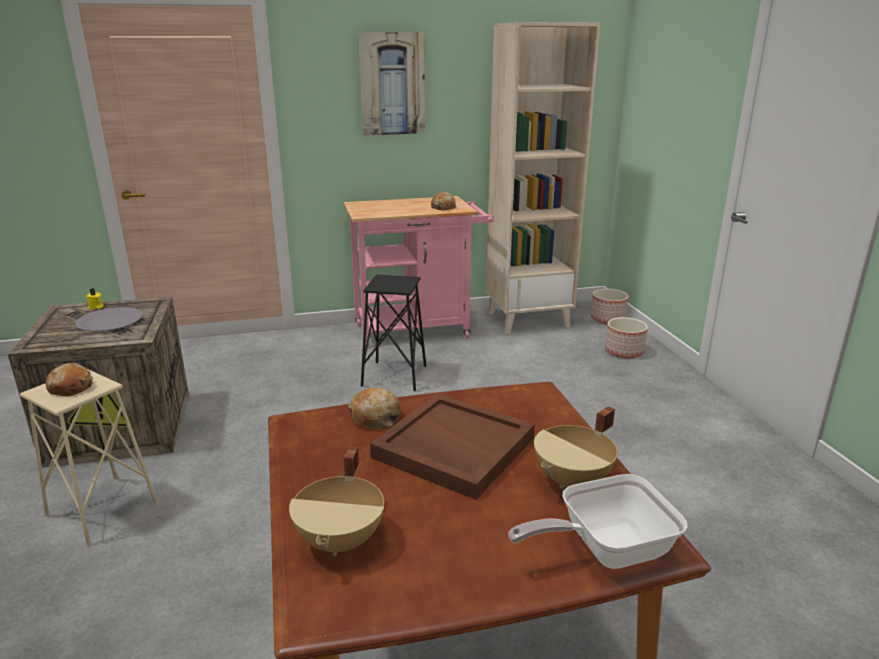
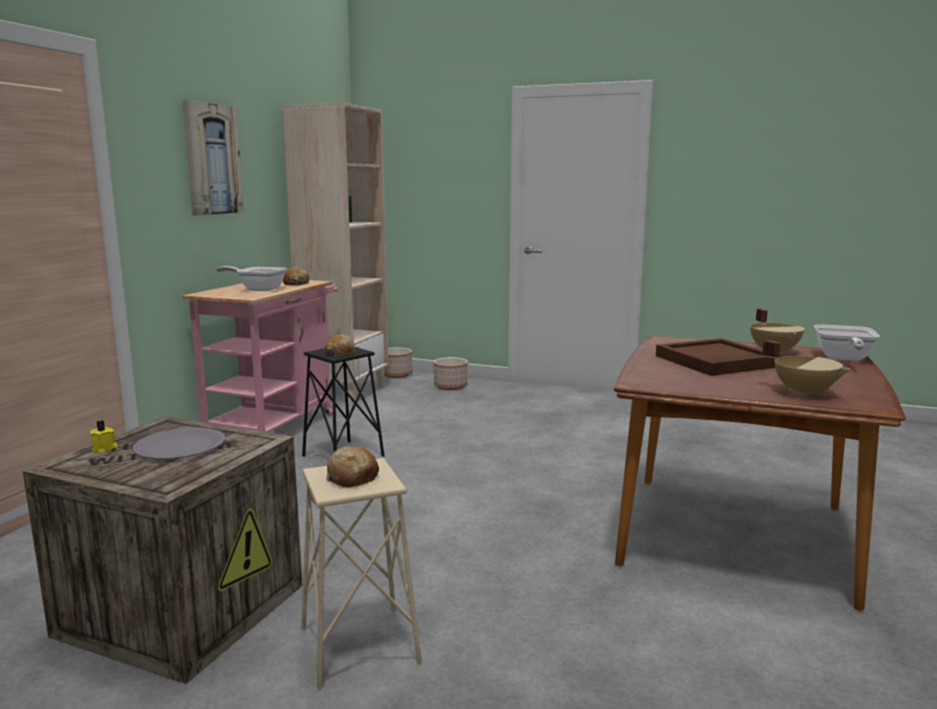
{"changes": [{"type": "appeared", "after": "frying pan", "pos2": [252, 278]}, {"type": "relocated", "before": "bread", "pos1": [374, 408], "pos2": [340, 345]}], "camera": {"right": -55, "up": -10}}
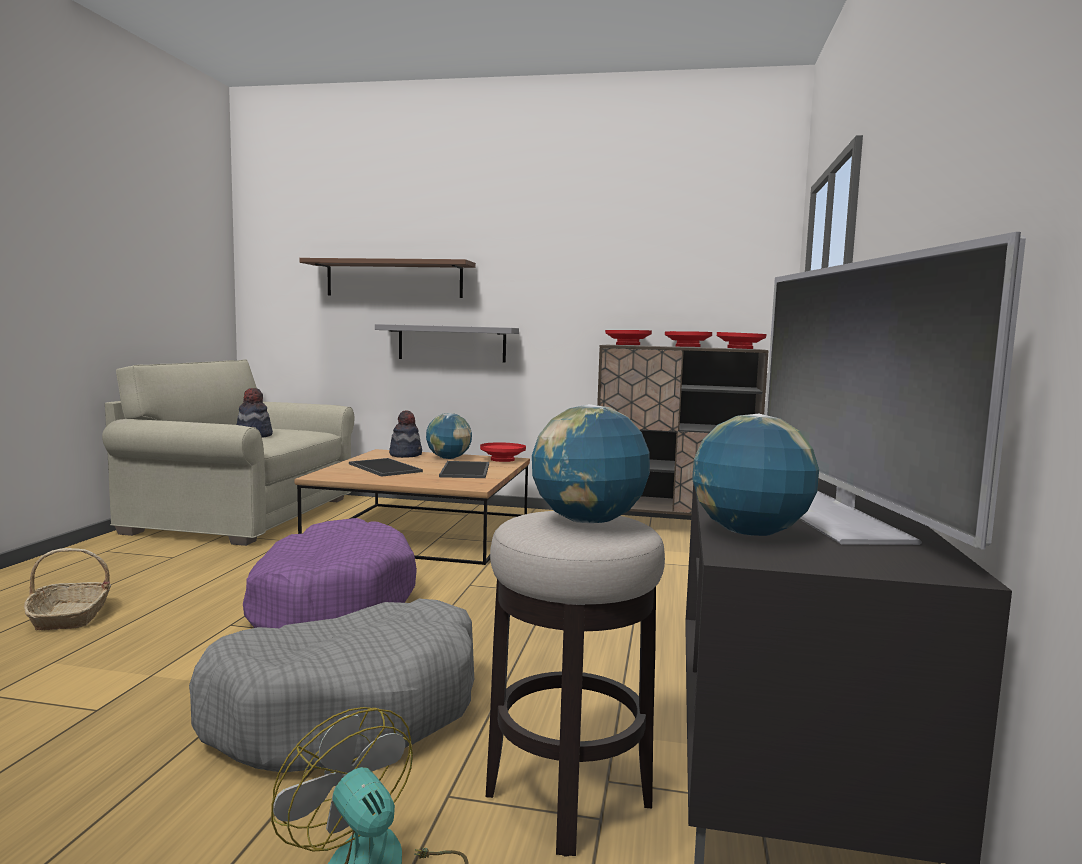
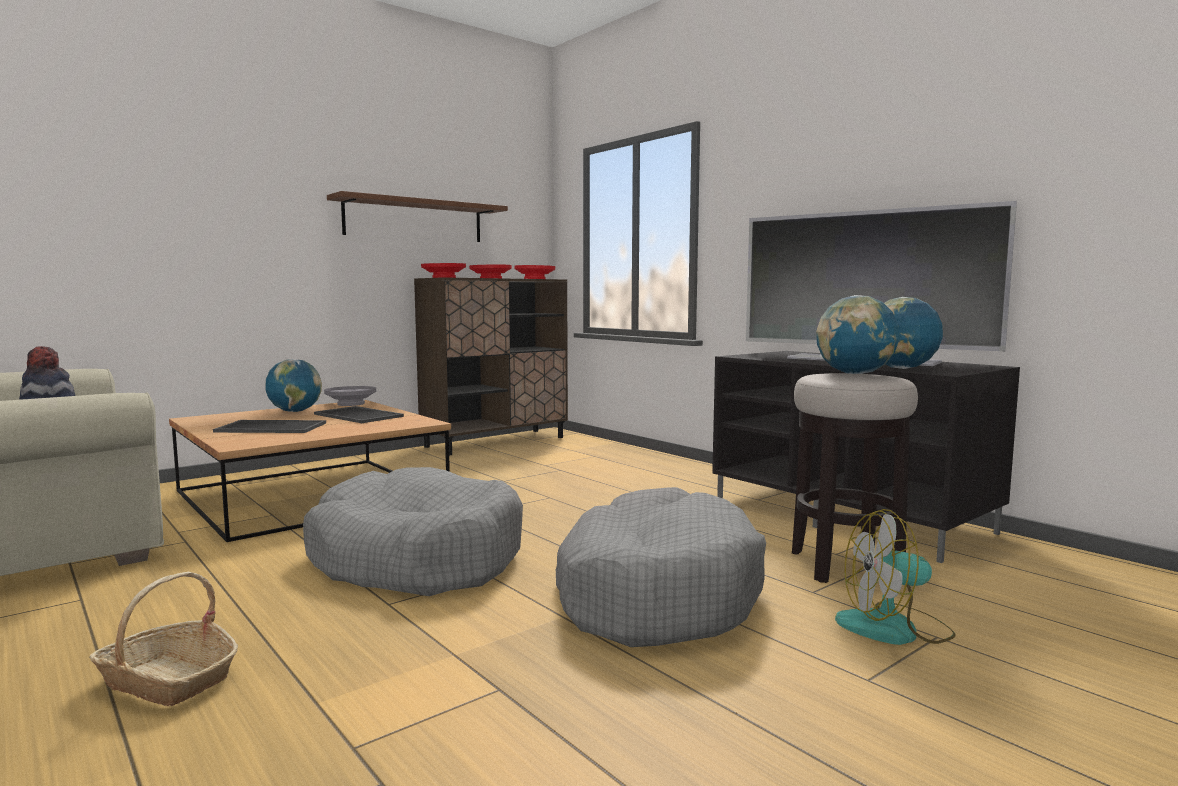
{"changes": [{"type": "missing", "before": "shelf (grey)", "pos1": [447, 343]}, {"type": "missing", "before": "hat", "pos1": [405, 434]}, {"type": "relocated", "before": "shelf (brown)", "pos1": [387, 278], "pos2": [417, 216]}, {"type": "colour", "before": "dog bed (purple)", "after": "dog bed (grey)", "pos1": [330, 573], "pos2": [413, 531]}, {"type": "colour", "before": "bowl (red)", "after": "bowl (grey)", "pos1": [503, 452], "pos2": [350, 396]}], "camera": {"right": -50, "up": 0}}
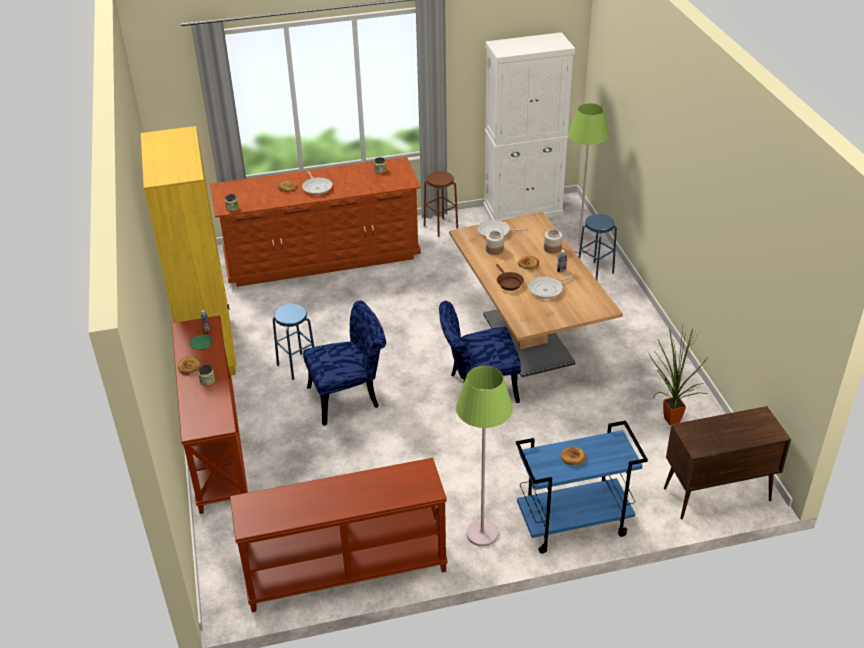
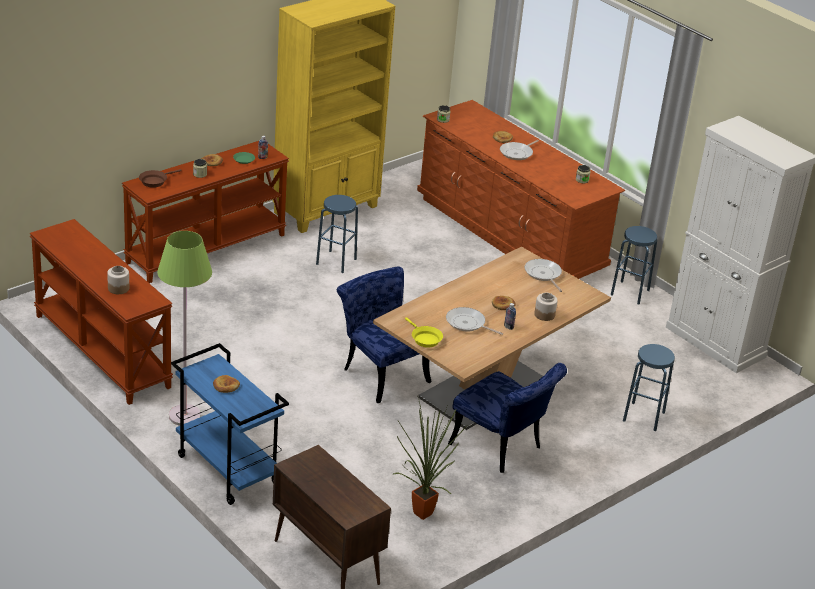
{"changes": [{"type": "missing", "before": "floor lamp (green)", "pos1": [588, 178]}, {"type": "appeared", "after": "frying pan (yellow)", "pos2": [424, 332]}, {"type": "relocated", "before": "chair (blue)", "pos1": [344, 363], "pos2": [507, 418]}, {"type": "relocated", "before": "jar", "pos1": [495, 243], "pos2": [118, 280]}, {"type": "relocated", "before": "frying pan (brown)", "pos1": [510, 277], "pos2": [160, 178]}, {"type": "colour", "before": "stool (brown)", "after": "stool (blue)", "pos1": [441, 204], "pos2": [634, 265]}], "camera": {"right": 60, "up": -5}}
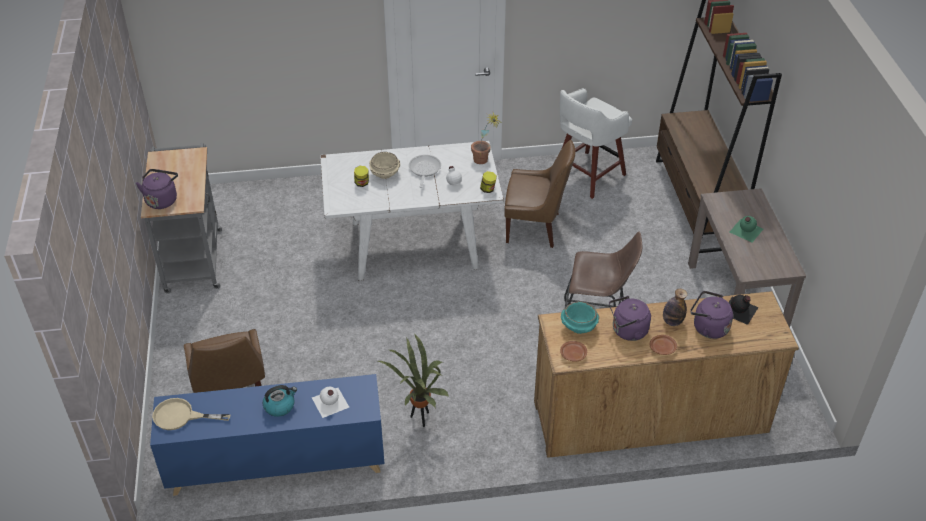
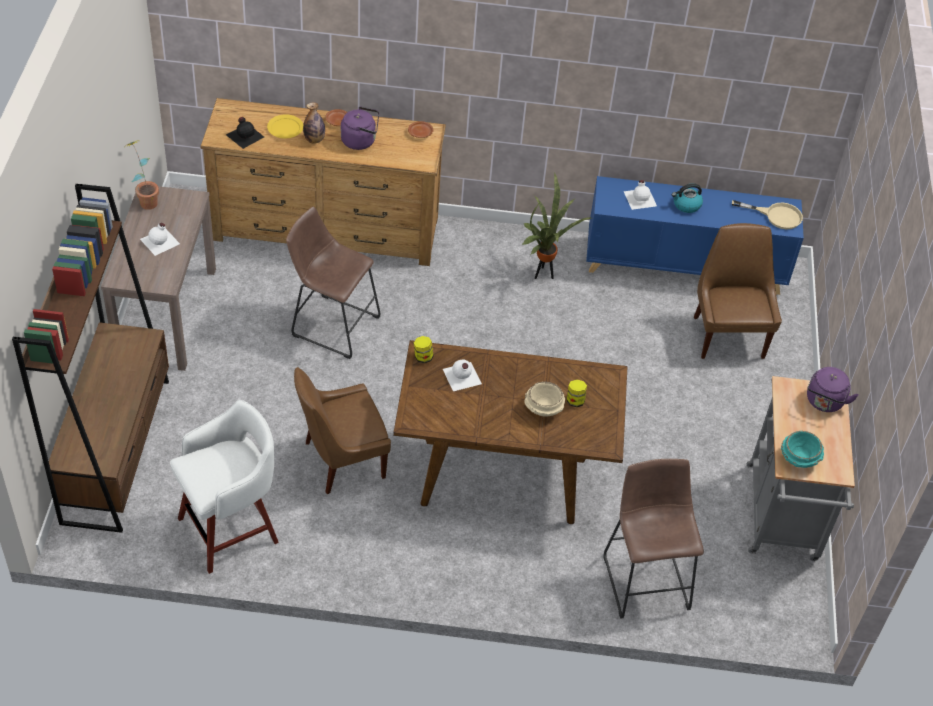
{"changes": [{"type": "missing", "before": "frying pan", "pos1": [425, 171]}, {"type": "appeared", "after": "stool (brown)", "pos2": [653, 539]}, {"type": "relocated", "before": "potted plant", "pos1": [486, 138], "pos2": [142, 175]}, {"type": "relocated", "before": "bowl (turquoise)", "pos1": [580, 317], "pos2": [802, 449]}, {"type": "exchanged", "before": "kettle (purple)", "after": "plate (yellow)", "pos1": [711, 315], "pos2": [285, 126]}, {"type": "colour", "before": "dining table (white)", "after": "dining table (brown)", "pos1": [412, 211], "pos2": [510, 432]}, {"type": "colour", "before": "bottle (green)", "after": "bottle (white)", "pos1": [746, 229], "pos2": [160, 239]}, {"type": "spun", "before": "chair (brown)", "pos1": [539, 194], "pos2": [342, 430], "turn": -45}], "camera": {"right": -170, "up": 5}}
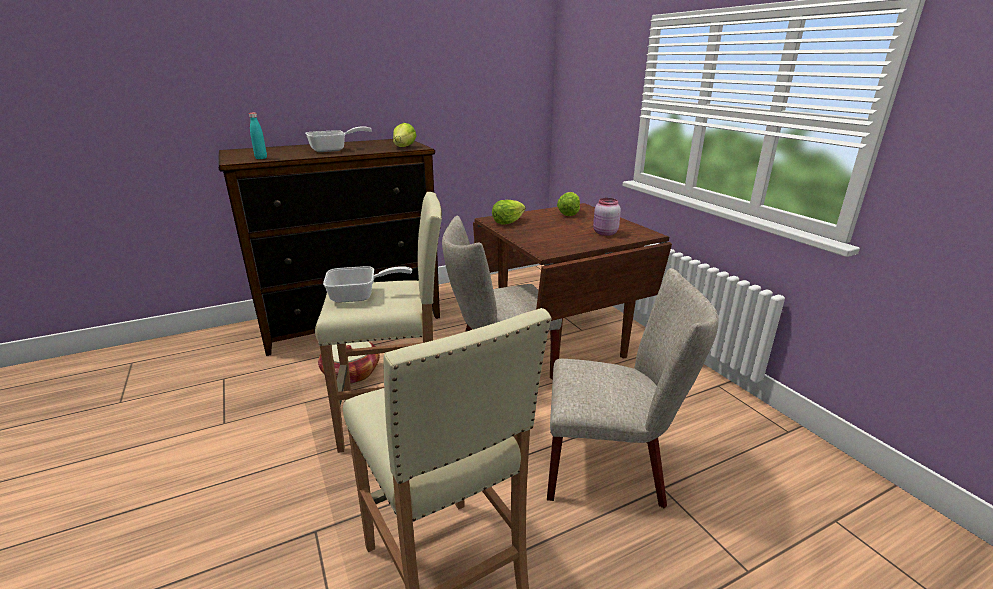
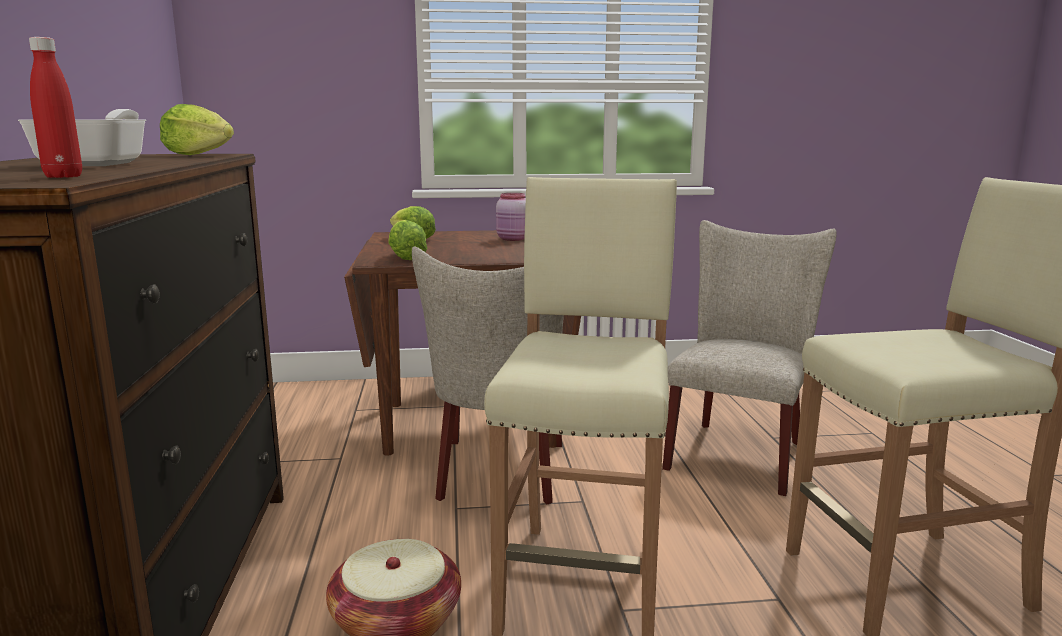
{"changes": [{"type": "missing", "before": "frying pan", "pos1": [367, 284]}, {"type": "colour", "before": "bottle (turquoise)", "after": "bottle (red)", "pos1": [258, 136], "pos2": [55, 107]}], "camera": {"right": -70, "up": -10}}
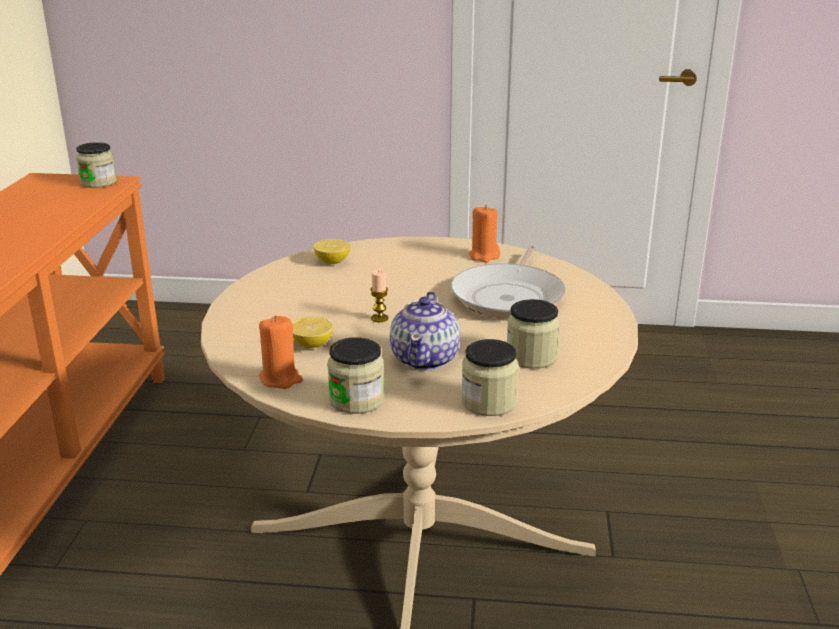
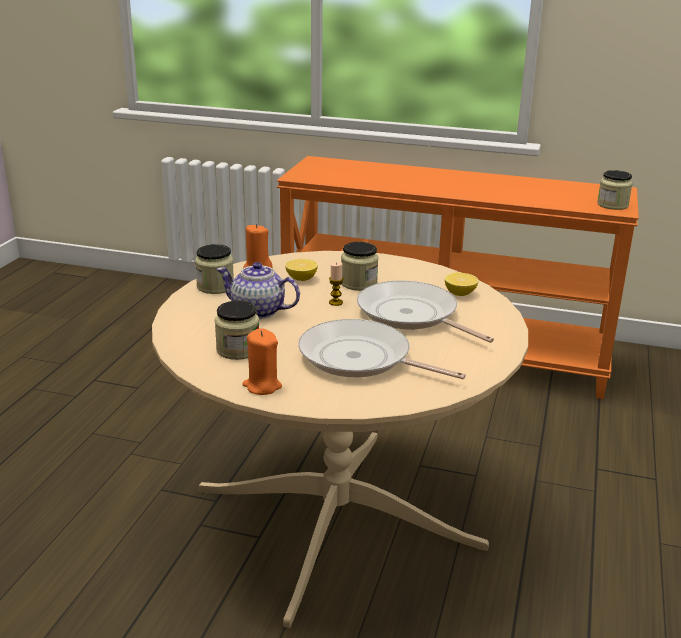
{"changes": [{"type": "appeared", "after": "frying pan", "pos2": [425, 311]}, {"type": "relocated", "before": "jar", "pos1": [490, 377], "pos2": [359, 266]}, {"type": "relocated", "before": "candle (orange)", "pos1": [484, 234], "pos2": [262, 361]}], "camera": {"right": 100, "up": 0}}
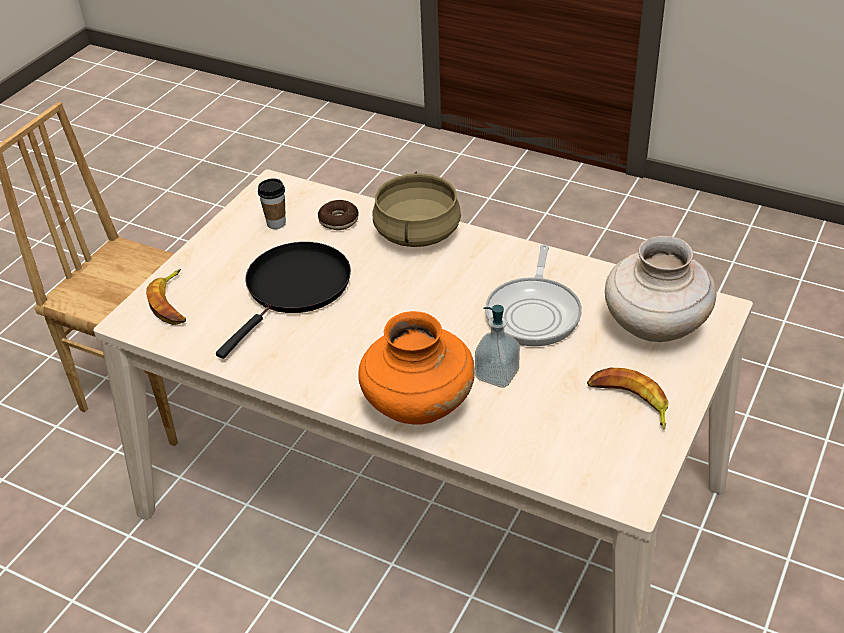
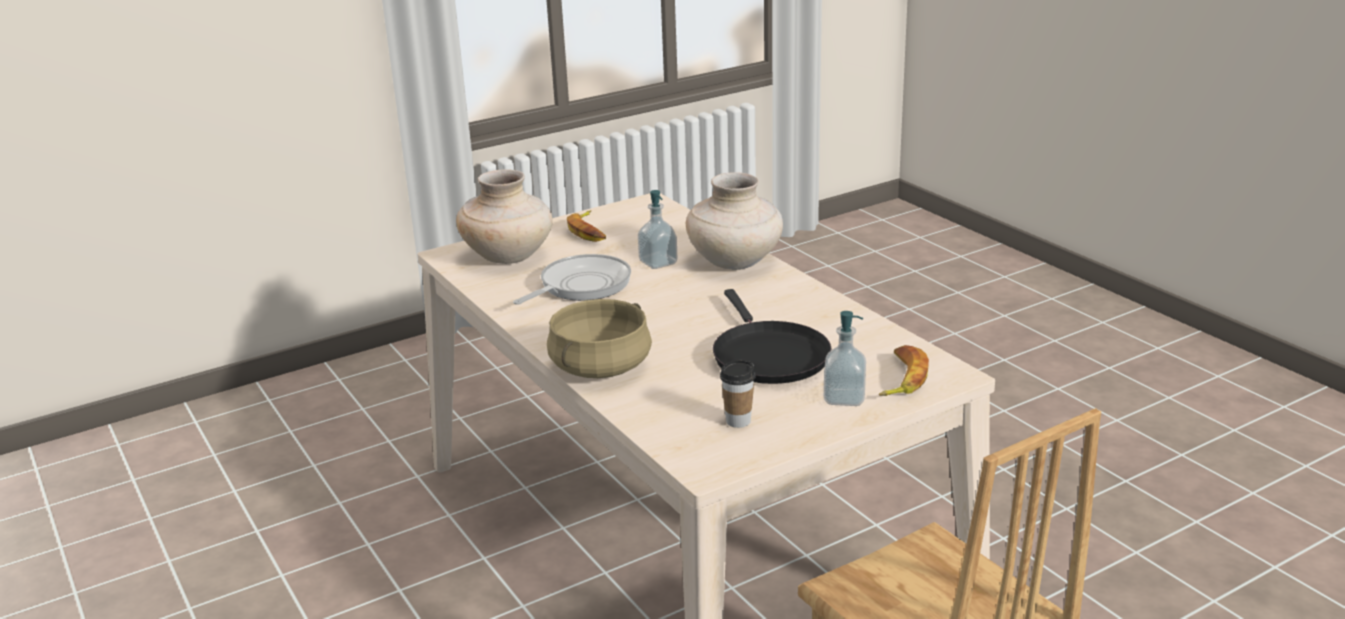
{"changes": [{"type": "missing", "before": "donut", "pos1": [338, 215]}, {"type": "appeared", "after": "soap dispenser", "pos2": [845, 358]}, {"type": "colour", "before": "vase (orange)", "after": "vase (beige)", "pos1": [416, 368], "pos2": [734, 221]}, {"type": "spun", "before": "frying pan (black)", "pos1": [283, 300], "pos2": [772, 336], "turn": -75}], "camera": {"right": -150, "up": -15}}
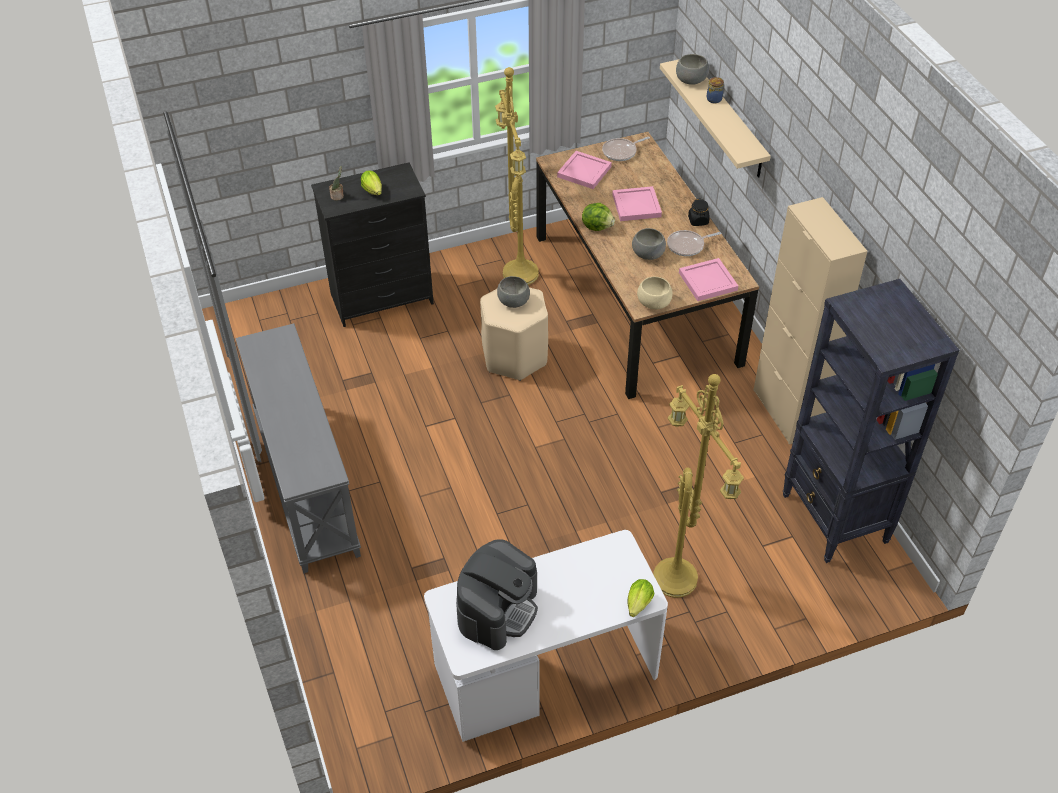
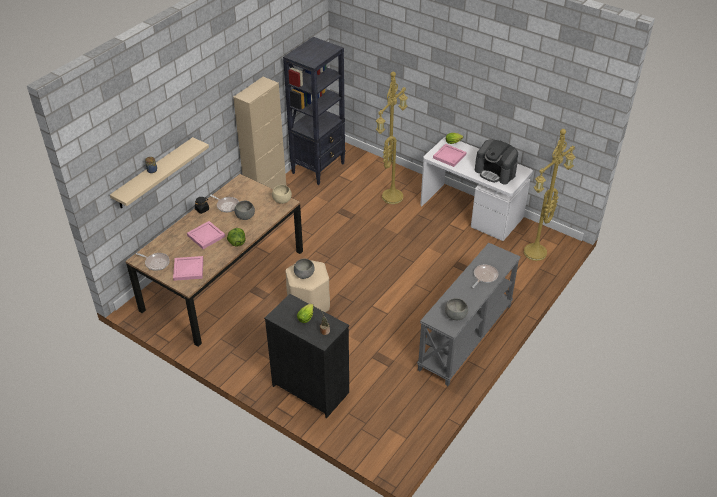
{"changes": [{"type": "appeared", "after": "frying pan", "pos2": [485, 276]}, {"type": "relocated", "before": "floor lamp (yellow)", "pos1": [517, 176], "pos2": [550, 195]}, {"type": "relocated", "before": "bowl (grey)", "pos1": [692, 69], "pos2": [456, 309]}, {"type": "relocated", "before": "tray (pink)", "pos1": [708, 279], "pos2": [449, 155]}, {"type": "spun", "before": "coffee machine", "pos1": [497, 594], "pos2": [496, 162], "turn": -135}], "camera": {"right": -125, "up": -5}}
